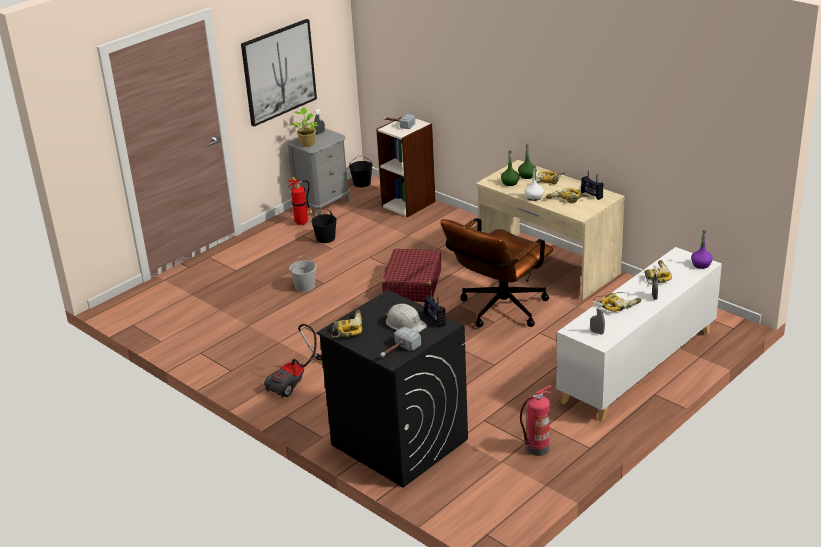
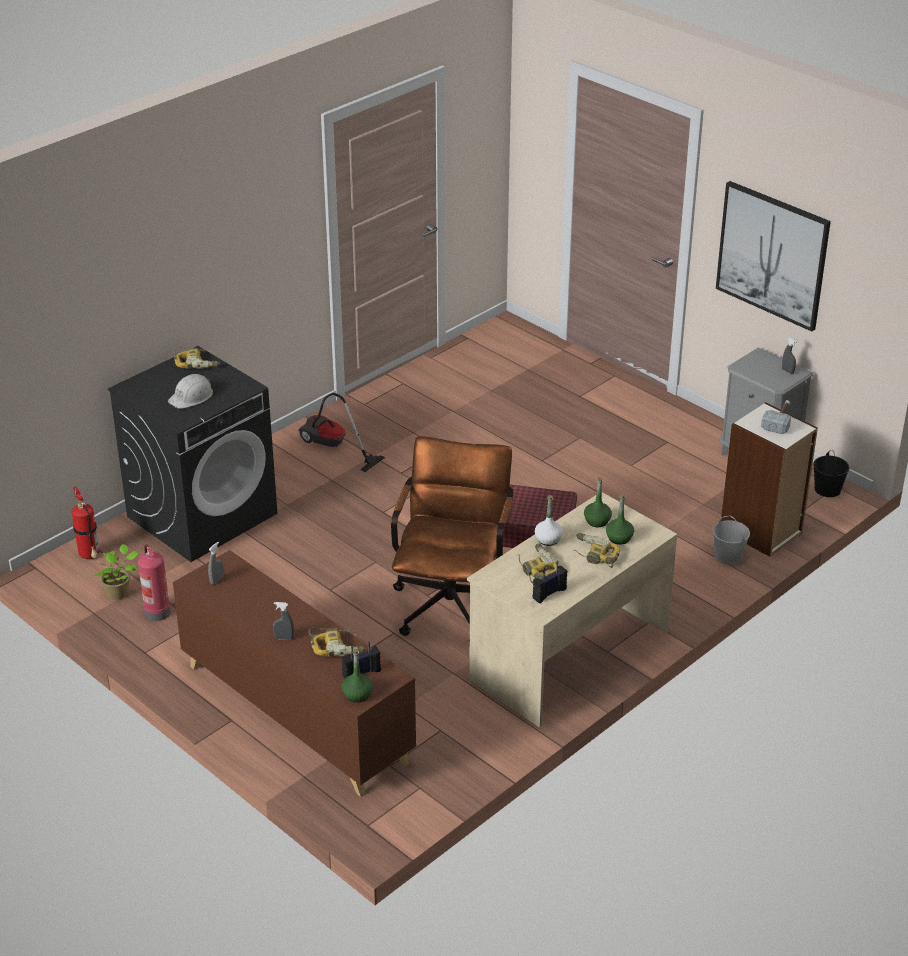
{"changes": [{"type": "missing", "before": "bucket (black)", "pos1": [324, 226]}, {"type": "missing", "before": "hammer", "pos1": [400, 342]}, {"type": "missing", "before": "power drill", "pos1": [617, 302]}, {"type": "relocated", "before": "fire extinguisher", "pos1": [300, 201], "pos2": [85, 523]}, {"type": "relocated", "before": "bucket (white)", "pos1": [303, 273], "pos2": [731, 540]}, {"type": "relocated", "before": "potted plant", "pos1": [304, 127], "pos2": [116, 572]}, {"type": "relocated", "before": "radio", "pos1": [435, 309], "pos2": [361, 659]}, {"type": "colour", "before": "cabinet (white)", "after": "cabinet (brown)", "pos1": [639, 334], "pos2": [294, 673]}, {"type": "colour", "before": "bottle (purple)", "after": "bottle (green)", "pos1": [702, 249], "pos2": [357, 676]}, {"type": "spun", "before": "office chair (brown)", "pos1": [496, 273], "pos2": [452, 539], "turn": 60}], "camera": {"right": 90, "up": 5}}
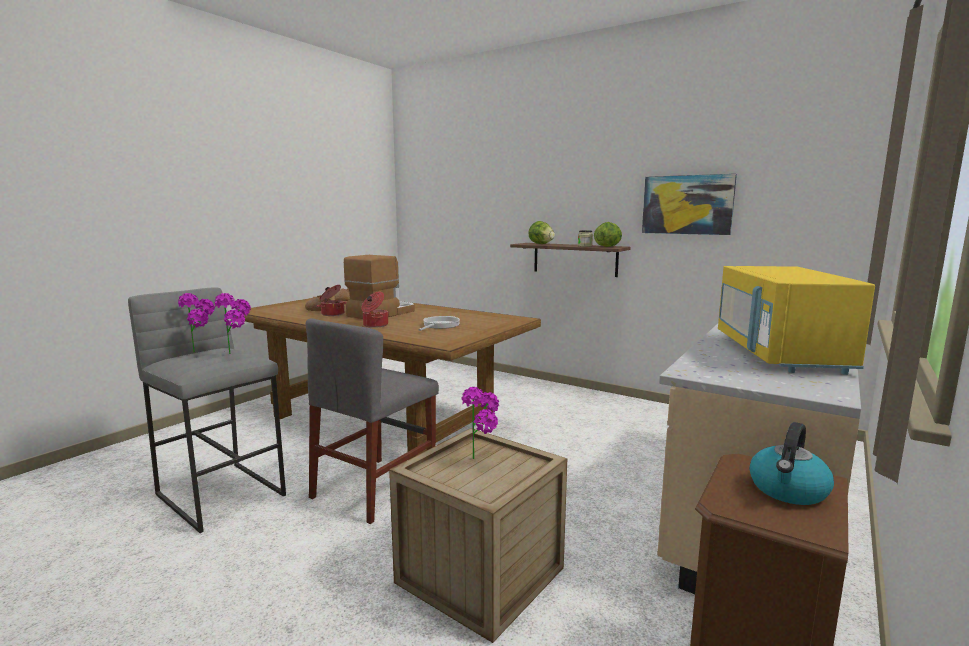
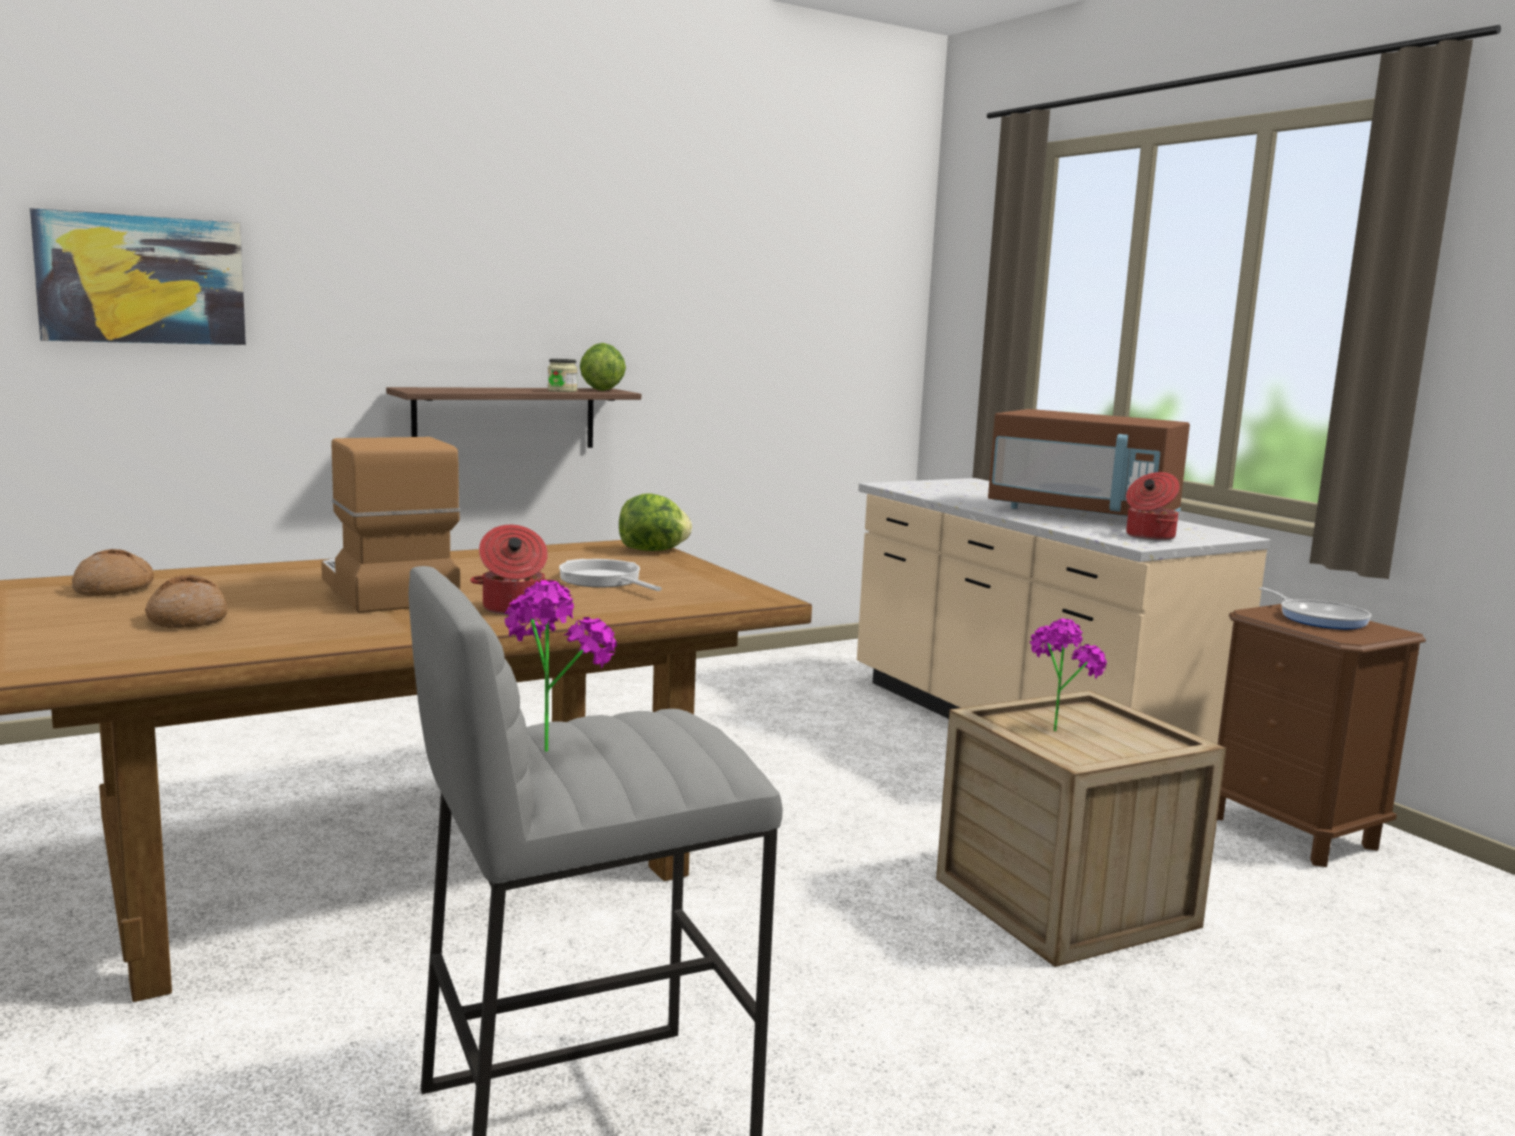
{"changes": [{"type": "missing", "before": "potted plant", "pos1": [232, 323]}, {"type": "missing", "before": "chair (grey)", "pos1": [372, 421]}, {"type": "relocated", "before": "cooking pot", "pos1": [332, 300], "pos2": [1152, 506]}, {"type": "relocated", "before": "lettuce", "pos1": [541, 232], "pos2": [655, 522]}, {"type": "relocated", "before": "picture", "pos1": [689, 204], "pos2": [138, 276]}, {"type": "exchanged", "before": "kettle", "after": "frying pan", "pos1": [791, 463], "pos2": [1315, 608]}, {"type": "colour", "before": "microwave (yellow)", "after": "microwave (brown)", "pos1": [796, 320], "pos2": [1089, 463]}], "camera": {"right": -65, "up": 0}}
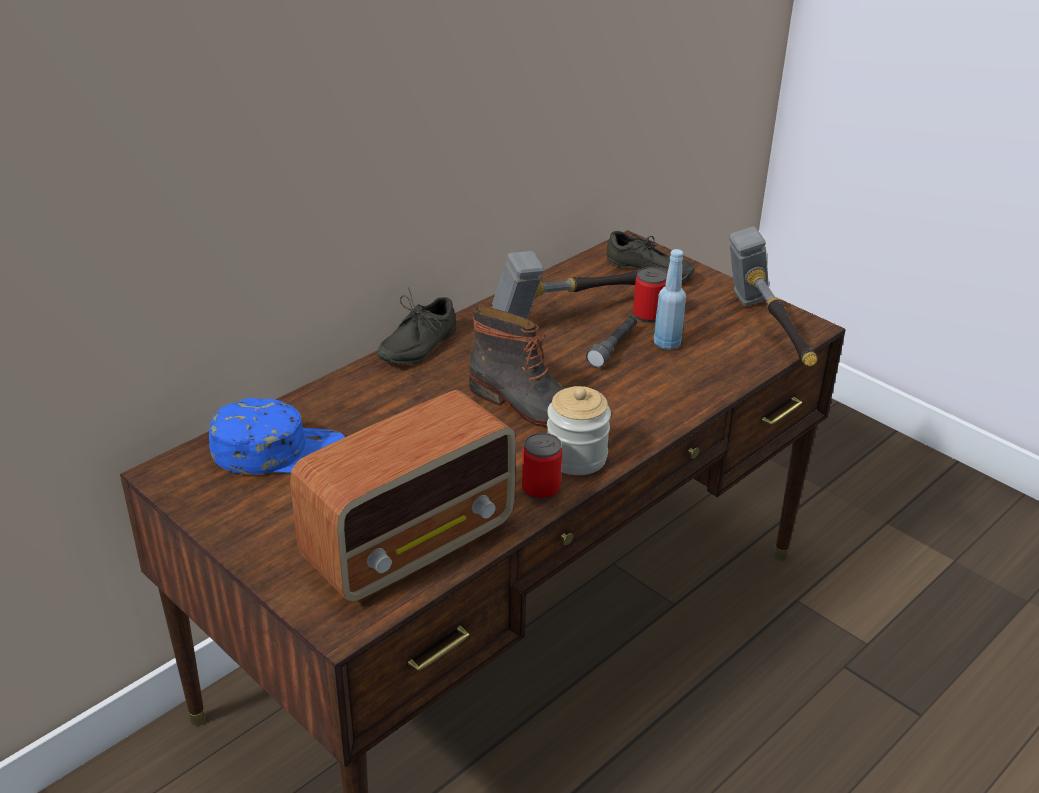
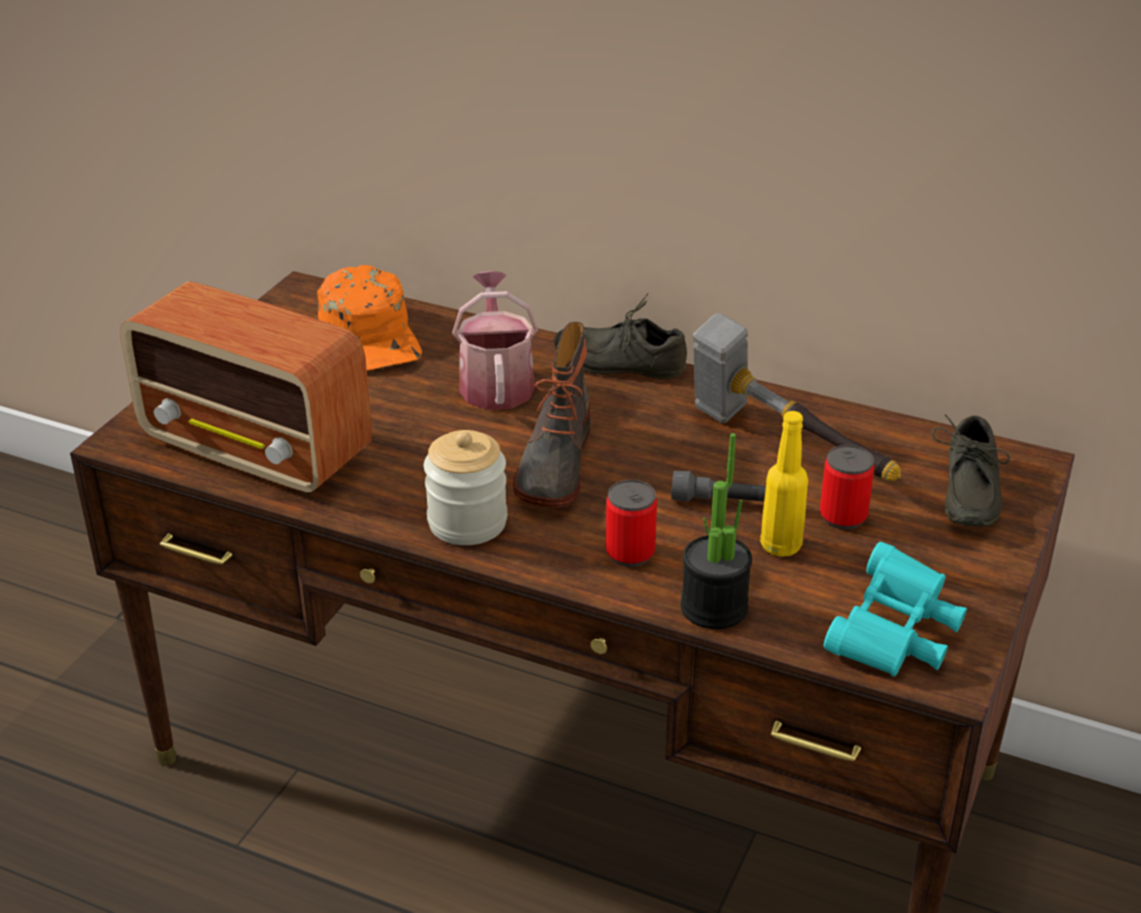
{"changes": [{"type": "appeared", "after": "watering can", "pos2": [495, 340]}, {"type": "appeared", "after": "potted plant", "pos2": [716, 531]}, {"type": "relocated", "before": "can", "pos1": [542, 467], "pos2": [631, 523]}, {"type": "exchanged", "before": "hammer", "after": "binoculars (turquoise)", "pos1": [773, 296], "pos2": [895, 609]}, {"type": "colour", "before": "cap (blue)", "after": "cap (orange)", "pos1": [277, 436], "pos2": [369, 318]}, {"type": "colour", "before": "bottle (blue)", "after": "bottle (yellow)", "pos1": [670, 299], "pos2": [784, 484]}], "camera": {"right": 70, "up": 0}}
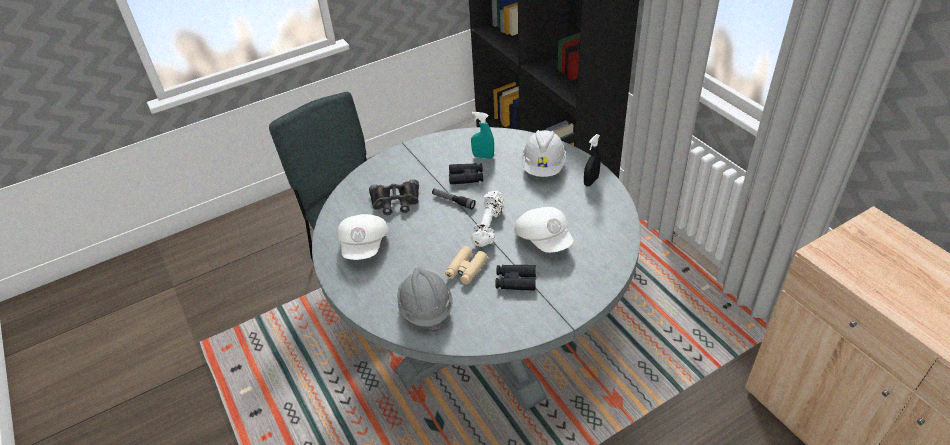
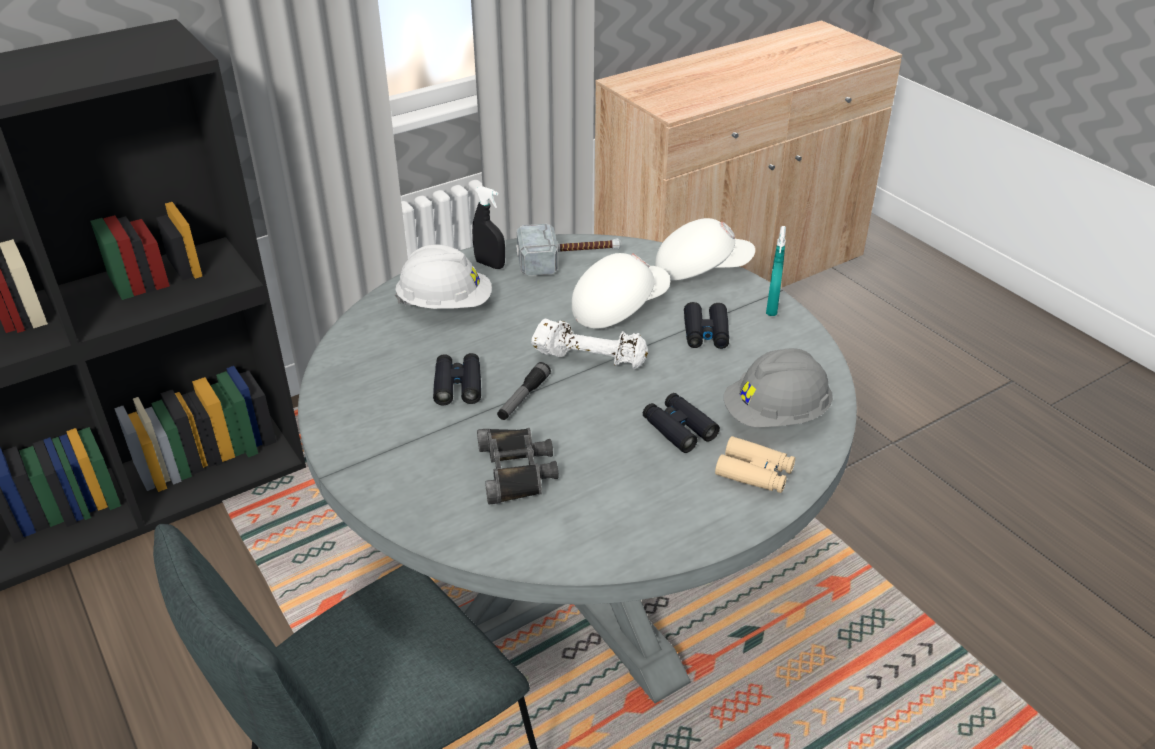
{"changes": [{"type": "appeared", "after": "hammer", "pos2": [569, 250]}, {"type": "appeared", "after": "binoculars (black)", "pos2": [681, 423]}, {"type": "relocated", "before": "cap (white)", "pos1": [362, 237], "pos2": [705, 249]}, {"type": "relocated", "before": "binoculars (beige)", "pos1": [466, 265], "pos2": [755, 464]}, {"type": "relocated", "before": "spray bottle (turquoise)", "pos1": [482, 135], "pos2": [776, 271]}], "camera": {"right": -95, "up": -5}}
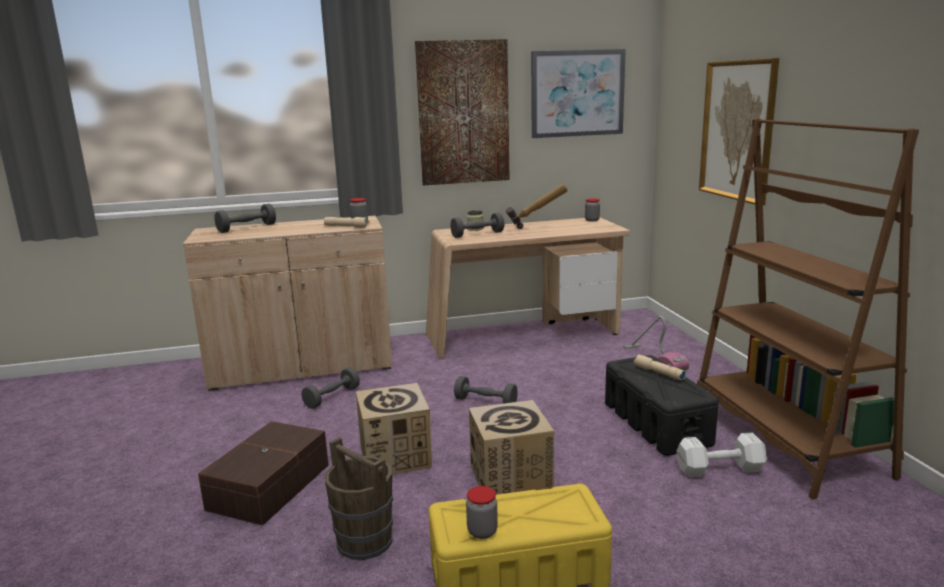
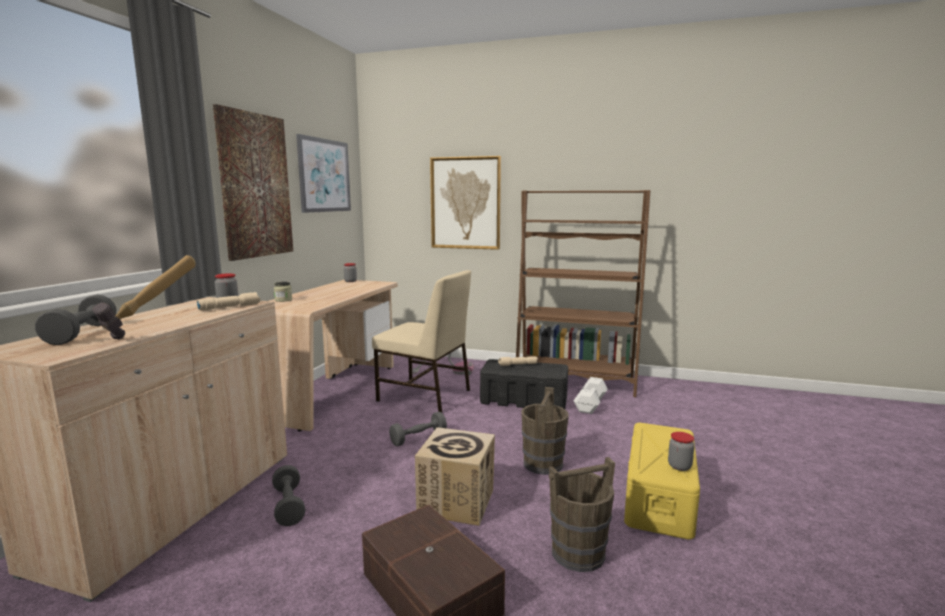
{"changes": [{"type": "missing", "before": "dumbbell (grey)", "pos1": [477, 225]}, {"type": "appeared", "after": "chair (beige)", "pos2": [421, 341]}, {"type": "relocated", "before": "hammer", "pos1": [536, 206], "pos2": [144, 297]}, {"type": "exchanged", "before": "cardboard box", "after": "bucket (brown)", "pos1": [511, 447], "pos2": [545, 431]}], "camera": {"right": -60, "up": -5}}
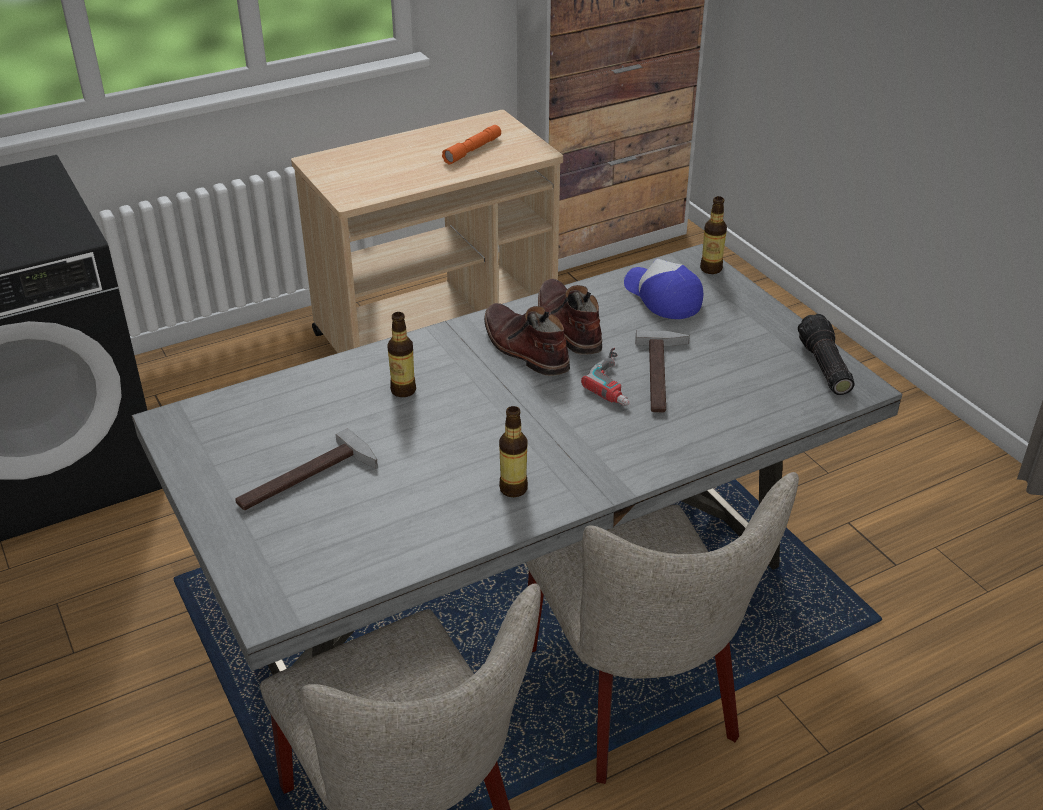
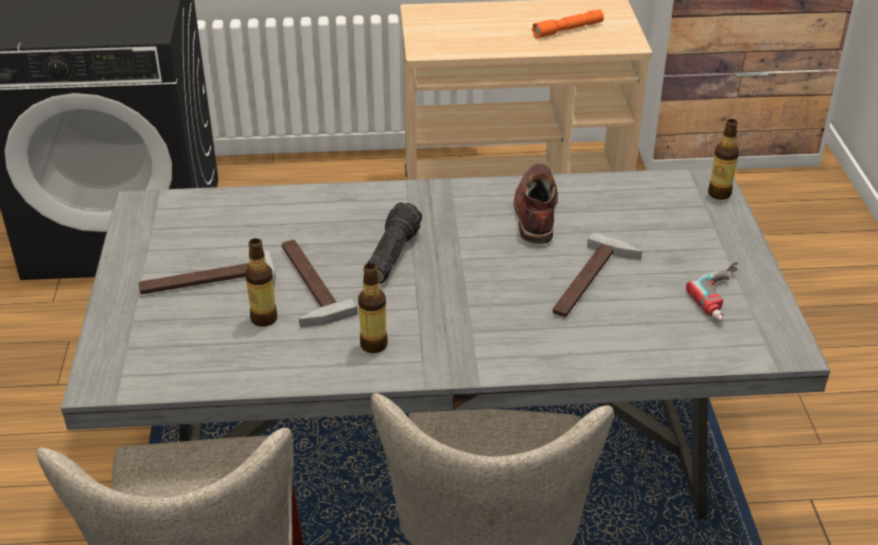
{"changes": [{"type": "missing", "before": "boot (brown)", "pos1": [527, 339]}, {"type": "missing", "before": "cap", "pos1": [663, 289]}, {"type": "appeared", "after": "hammer", "pos2": [320, 284]}, {"type": "relocated", "before": "bottle", "pos1": [401, 354], "pos2": [261, 282]}, {"type": "relocated", "before": "power drill", "pos1": [605, 376], "pos2": [712, 292]}, {"type": "relocated", "before": "flashlight", "pos1": [826, 354], "pos2": [394, 243]}], "camera": {"right": 25, "up": 0}}
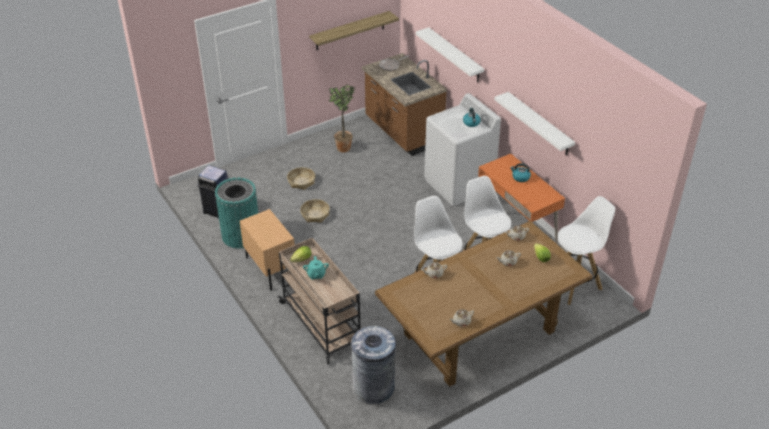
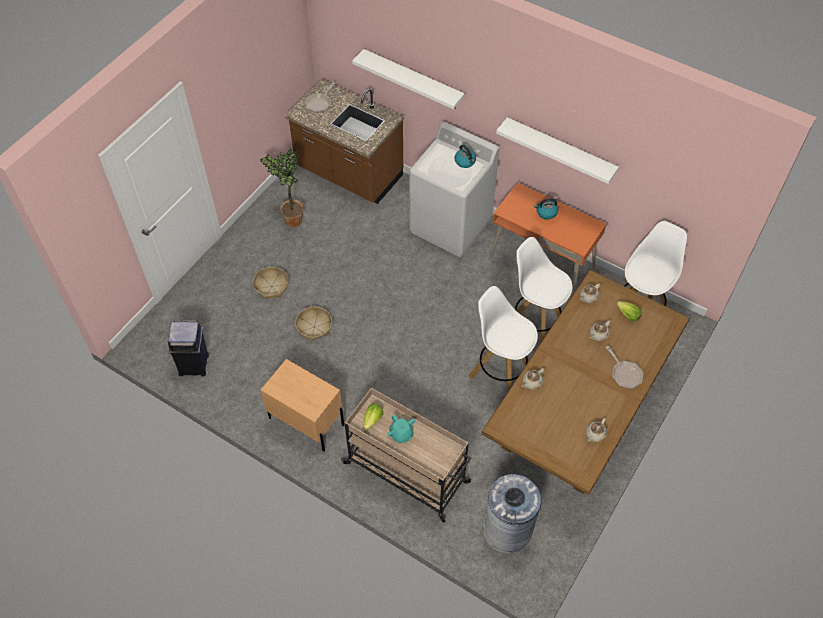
{"changes": [{"type": "missing", "before": "trash can (turquoise)", "pos1": [236, 213]}, {"type": "missing", "before": "shelf", "pos1": [354, 30]}, {"type": "appeared", "after": "frying pan", "pos2": [624, 367]}], "camera": {"right": -25, "up": 15}}
